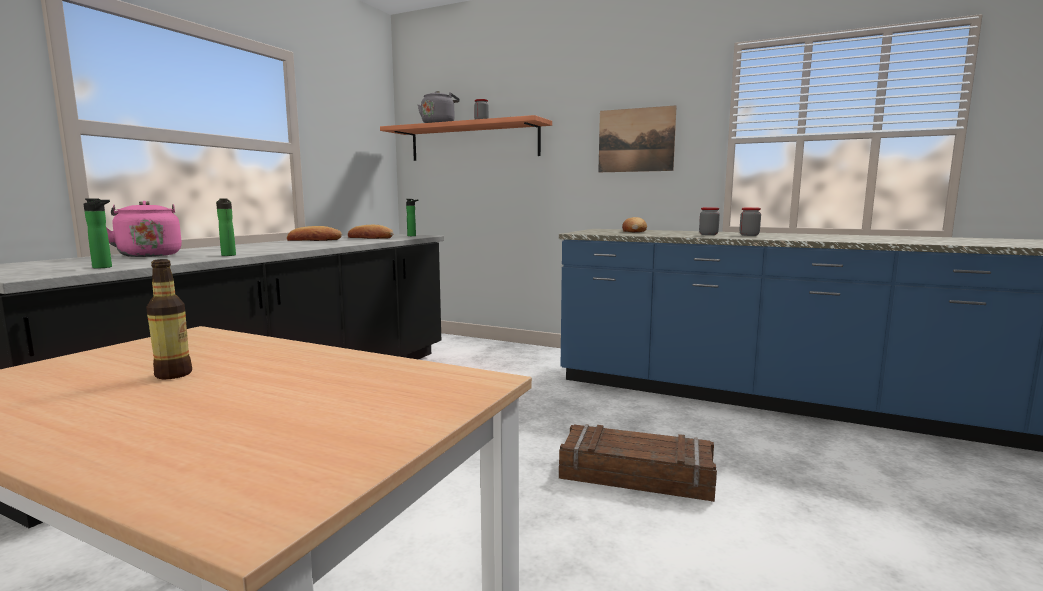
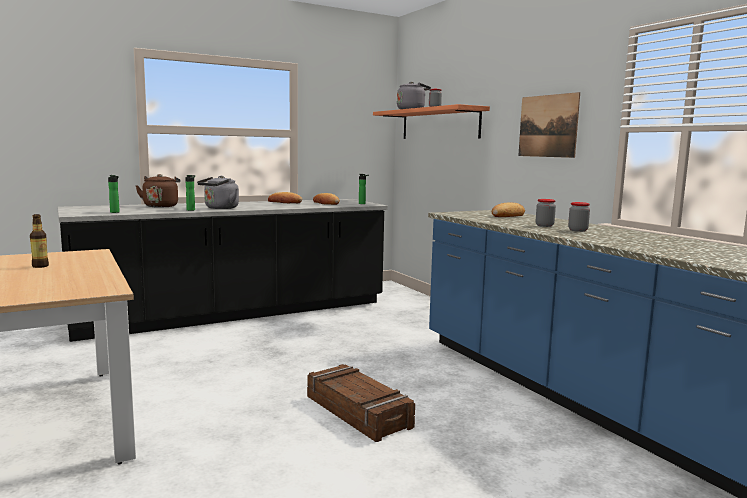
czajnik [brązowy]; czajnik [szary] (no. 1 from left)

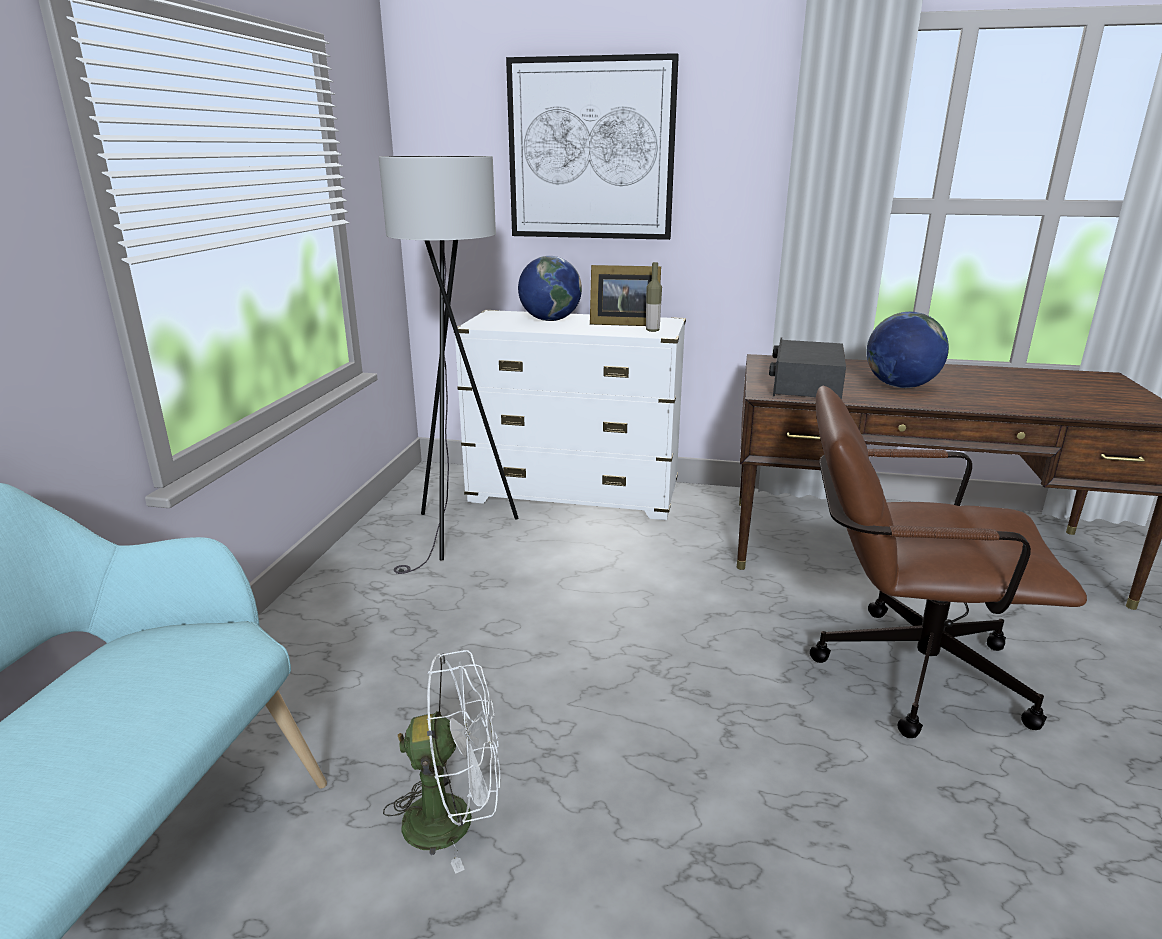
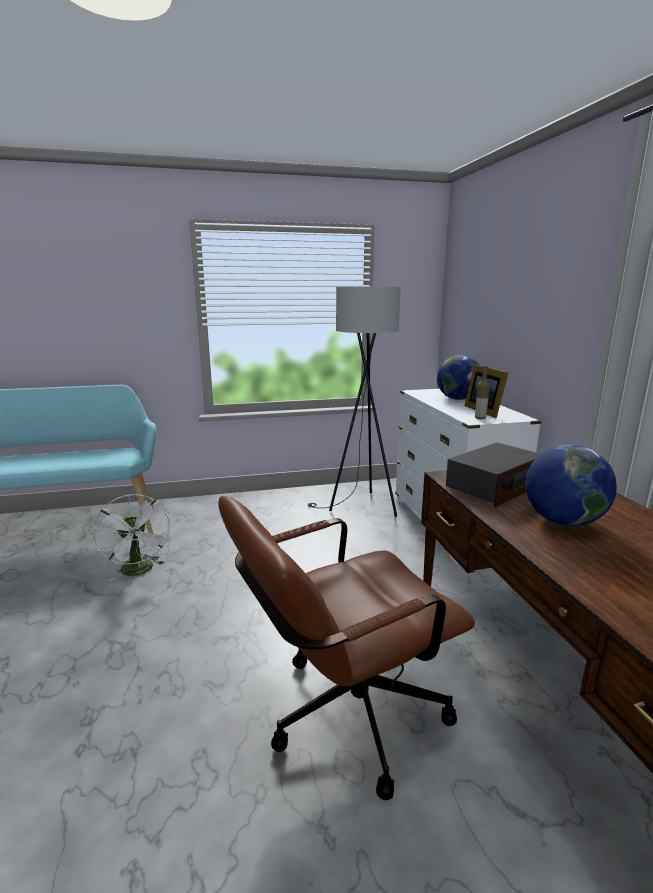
obraz; radio; krzesło biurowe [brązowy]

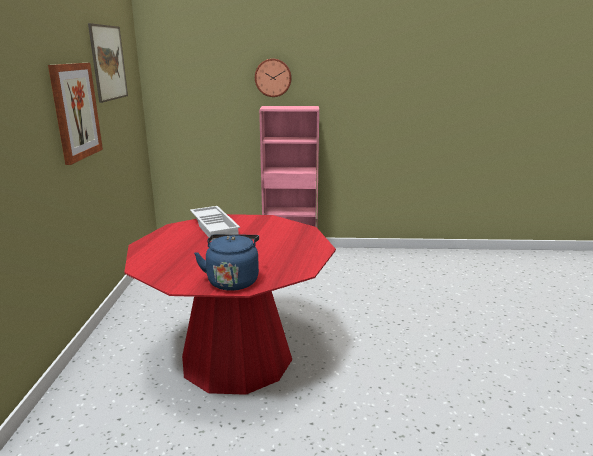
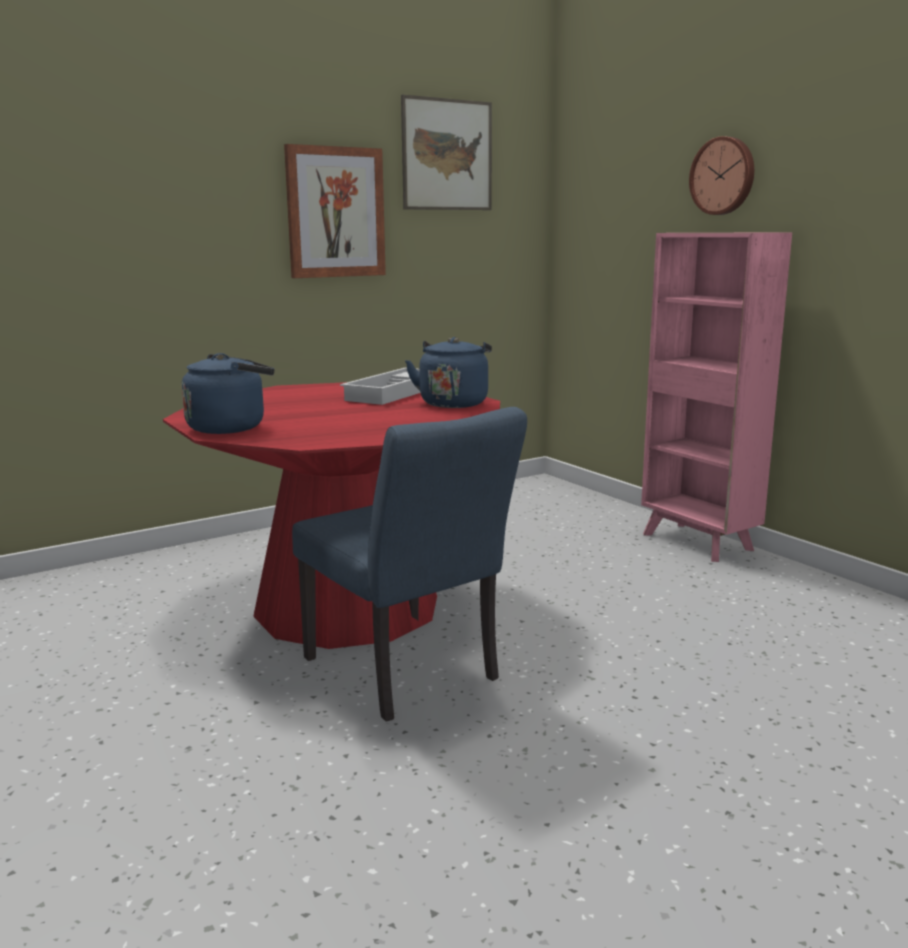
krzesło [niebieski]; czajnik [niebieski] (no. 2 from left)

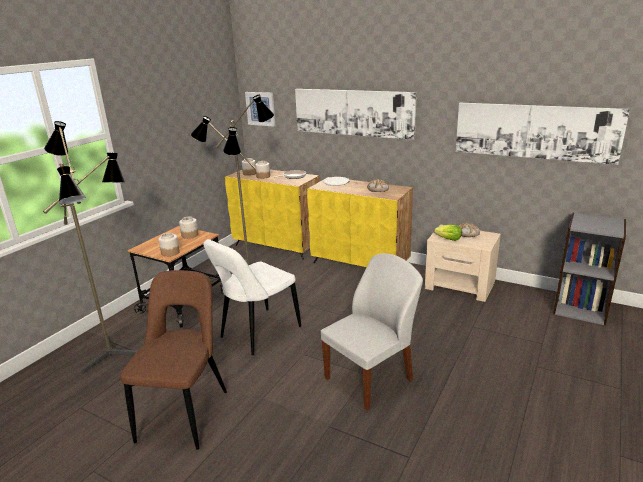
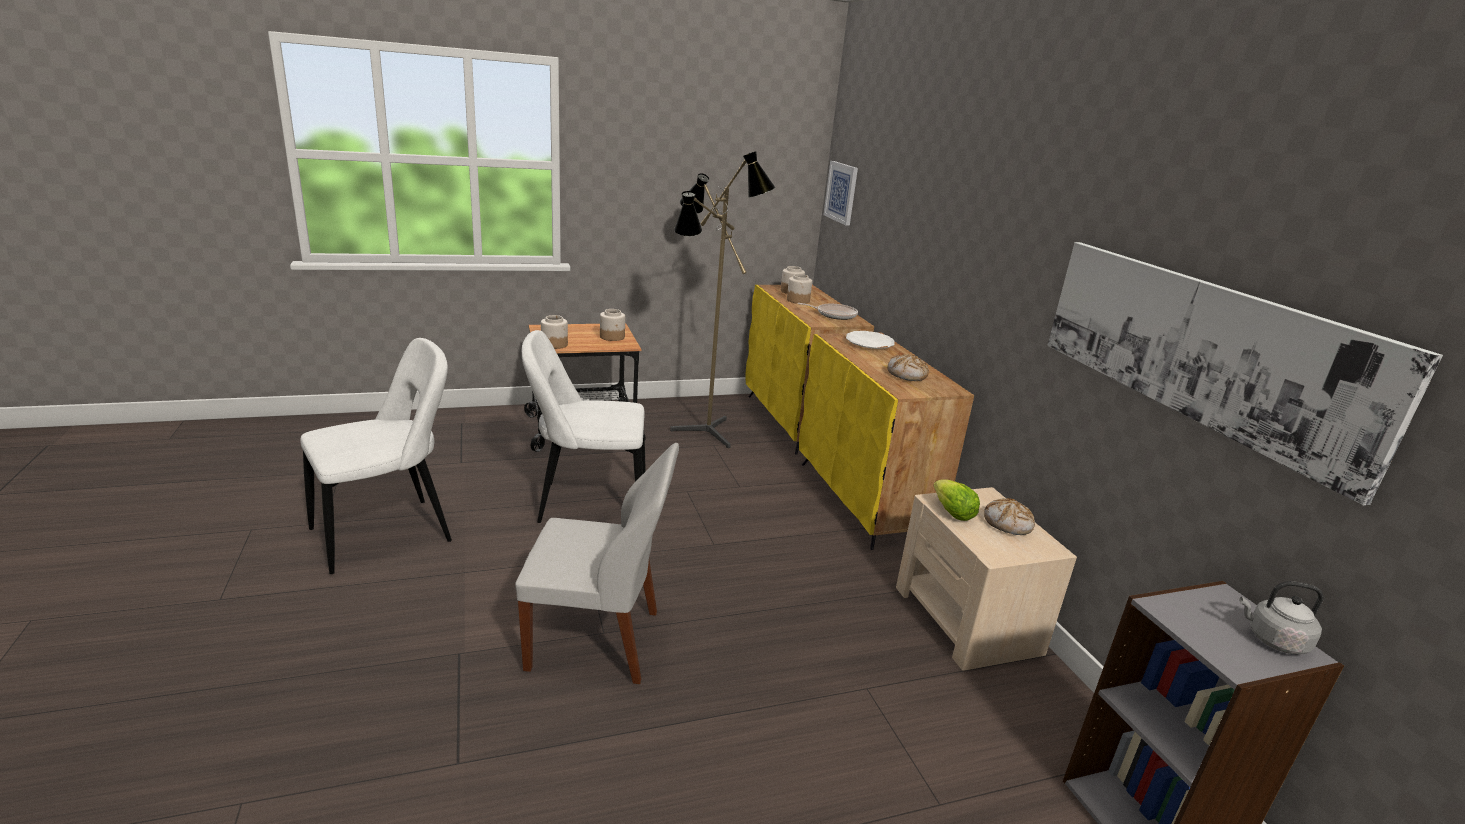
lampa stojąca (no. 1 from left in the first image); krzesło [biały] (no. 1 from left); obraz (no. 2 from left in the first image); czajnik [szary]

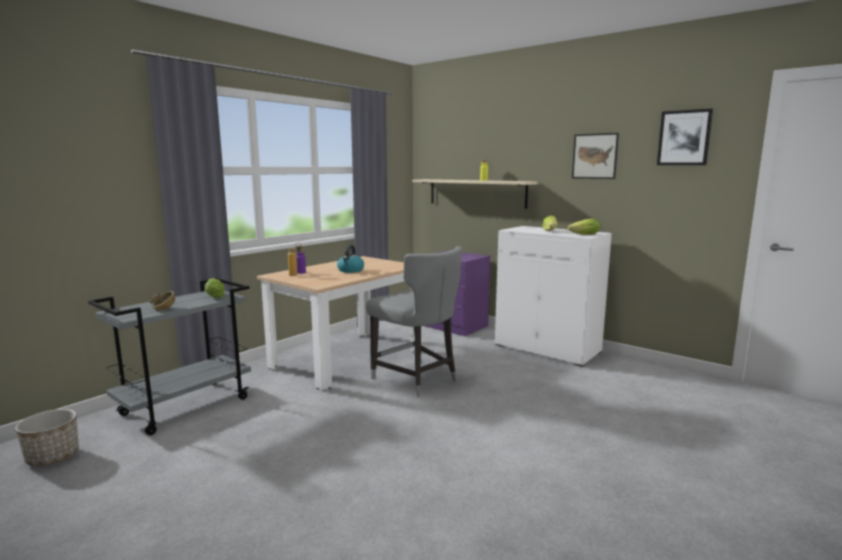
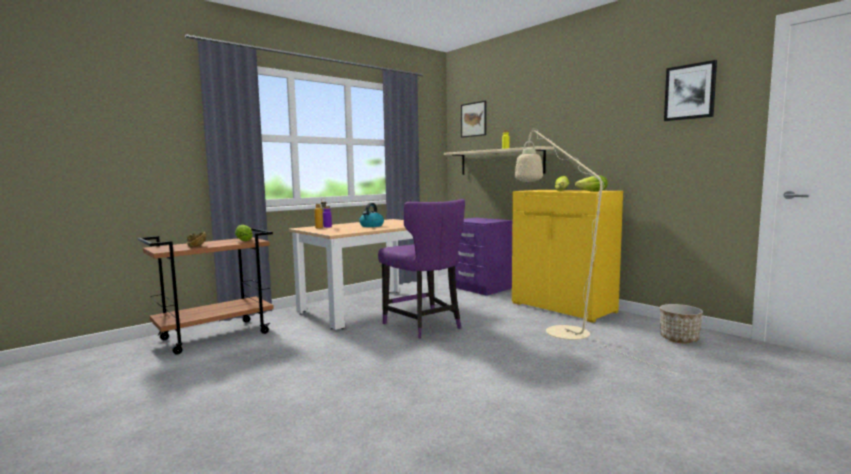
donica; wózek [brązowy]; krzesło [fioletowy]; szafka [żółty]; obraz (no. 1 from left); lampa stojąca [beżowy]

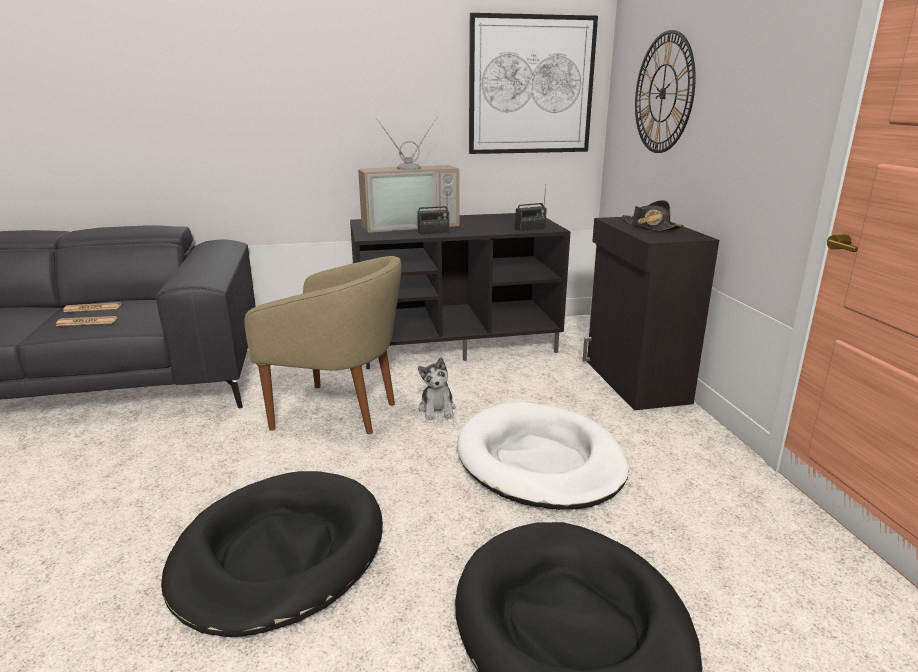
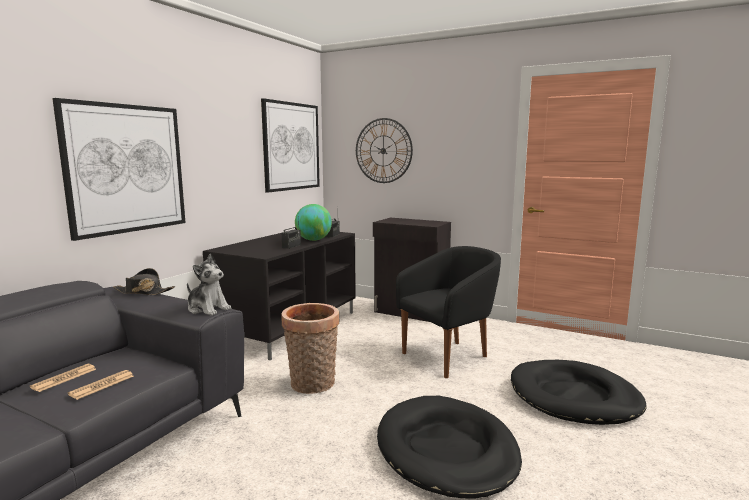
koszyk; telewizor; pluszak; fotel [czarny]; kapelusz [czarny]; obraz (no. 1 from left); globus

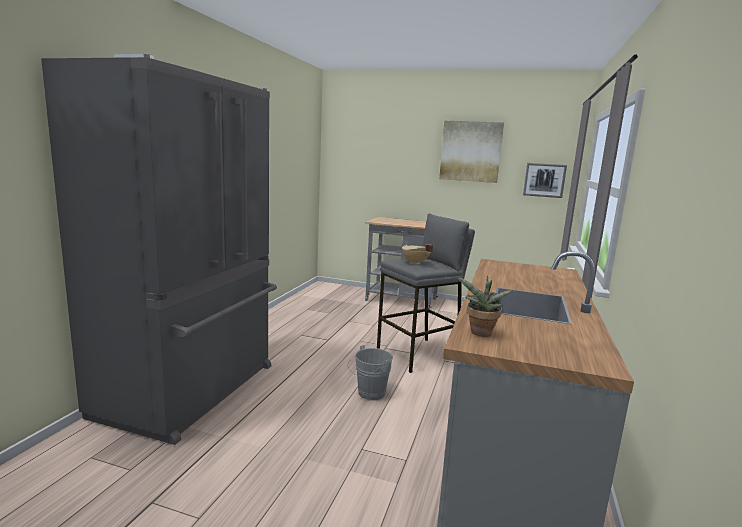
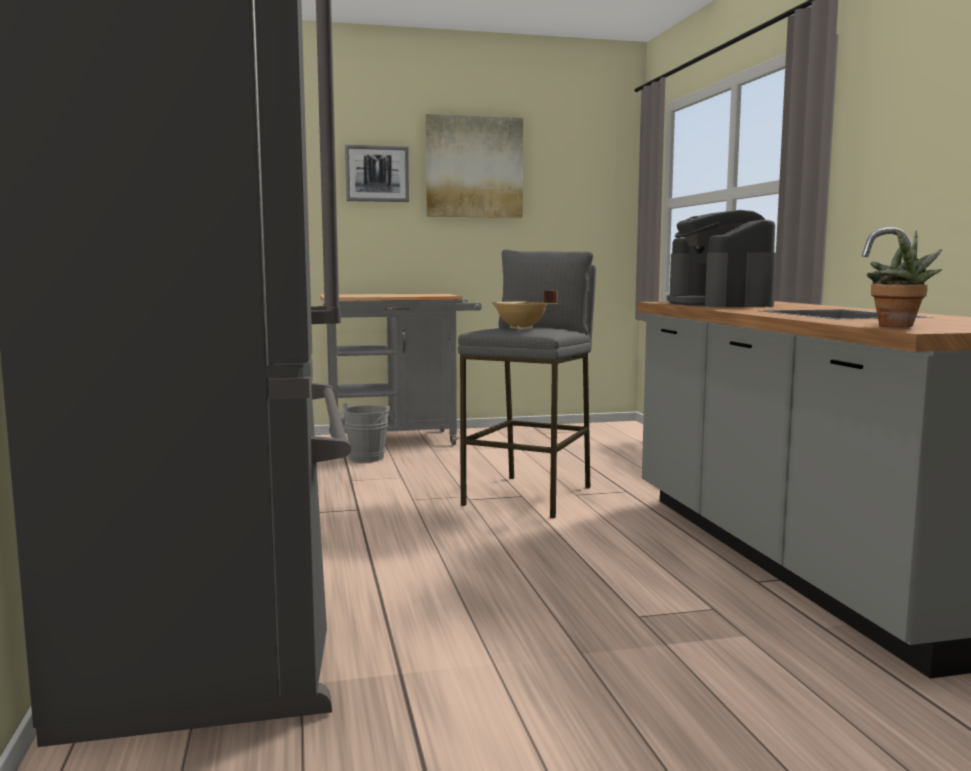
wiadro [szary]; obraz (no. 1 from left); ekspres do kawy

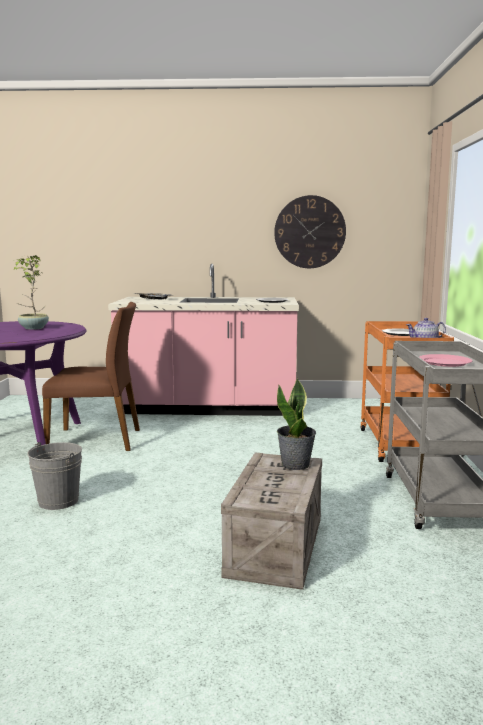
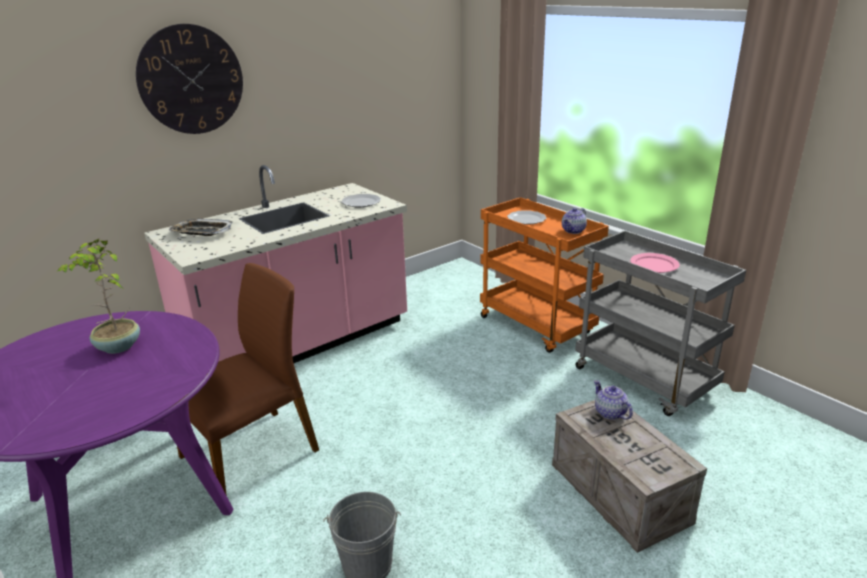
zegar ścienny; imbryk (no. 2 from left)

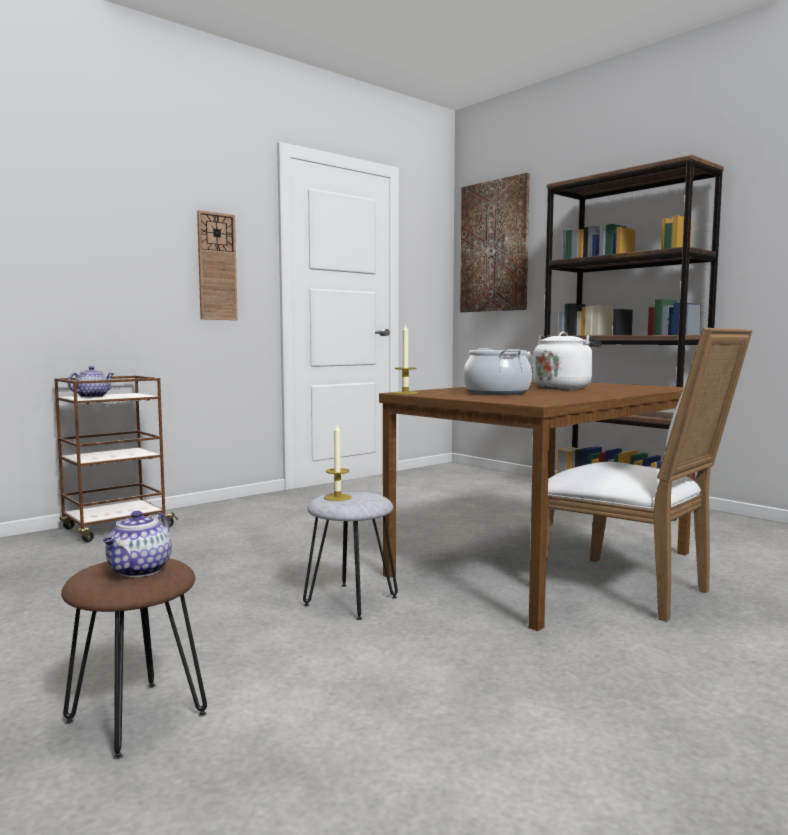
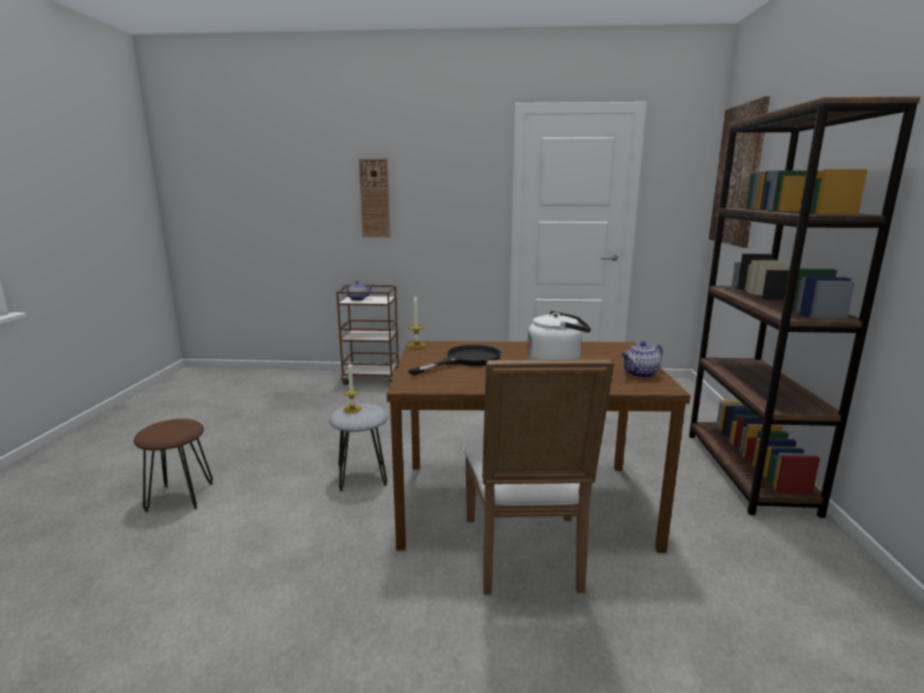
imbryk (no. 2 from left); zegar ścienny; patelnia [czarny]

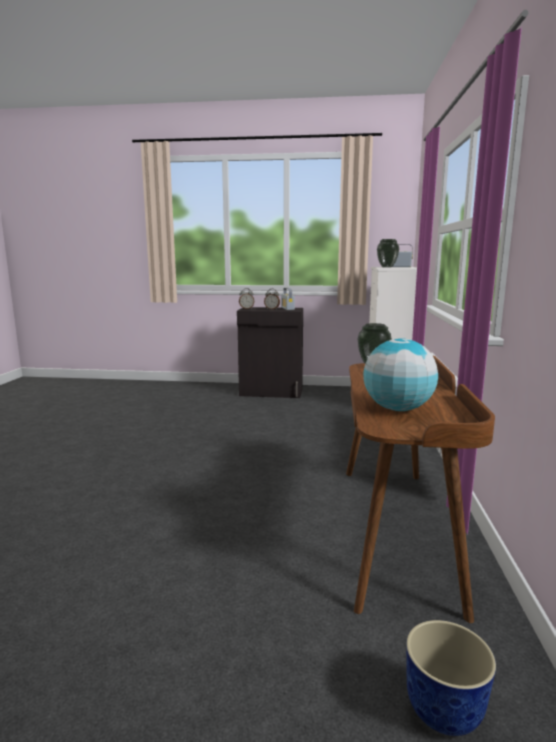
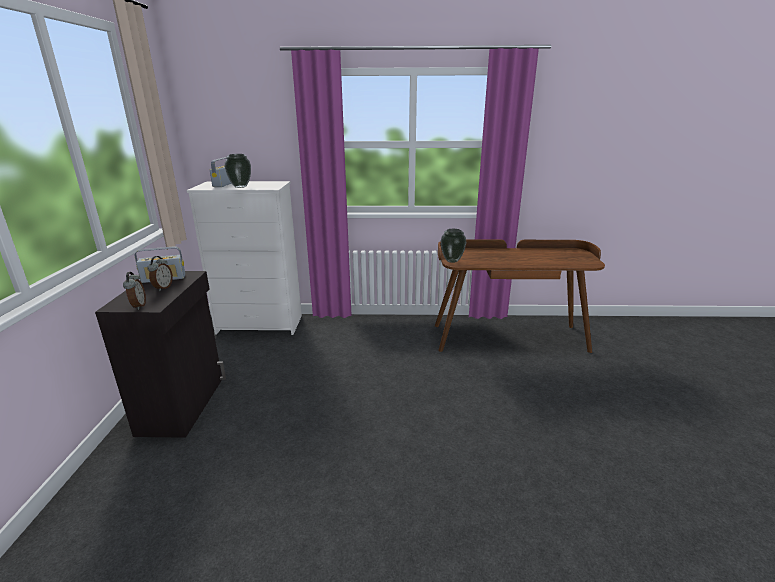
globus; donica

